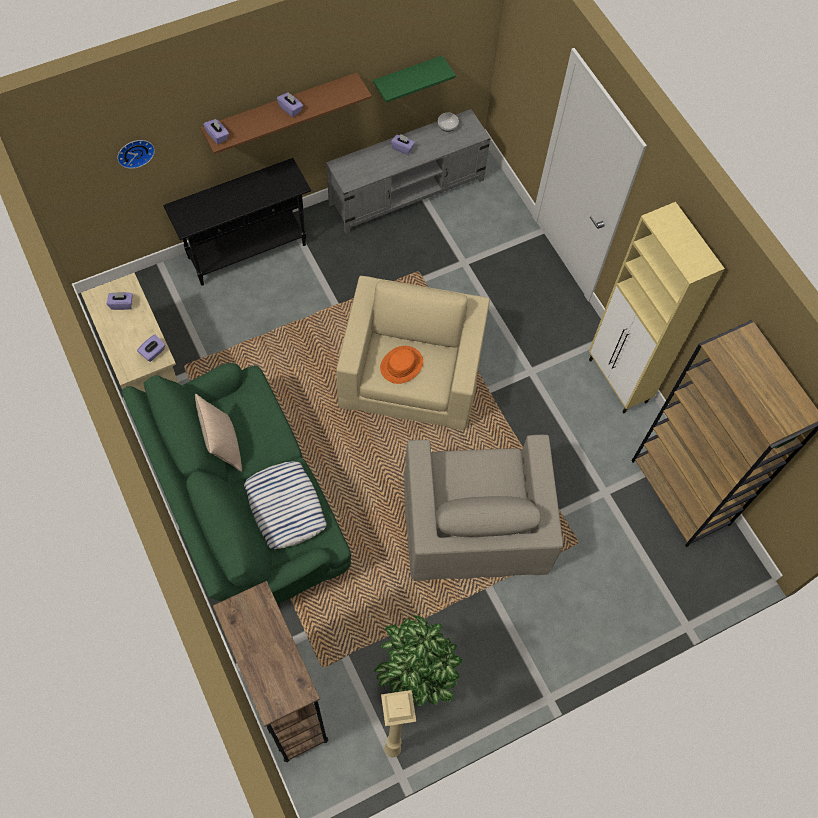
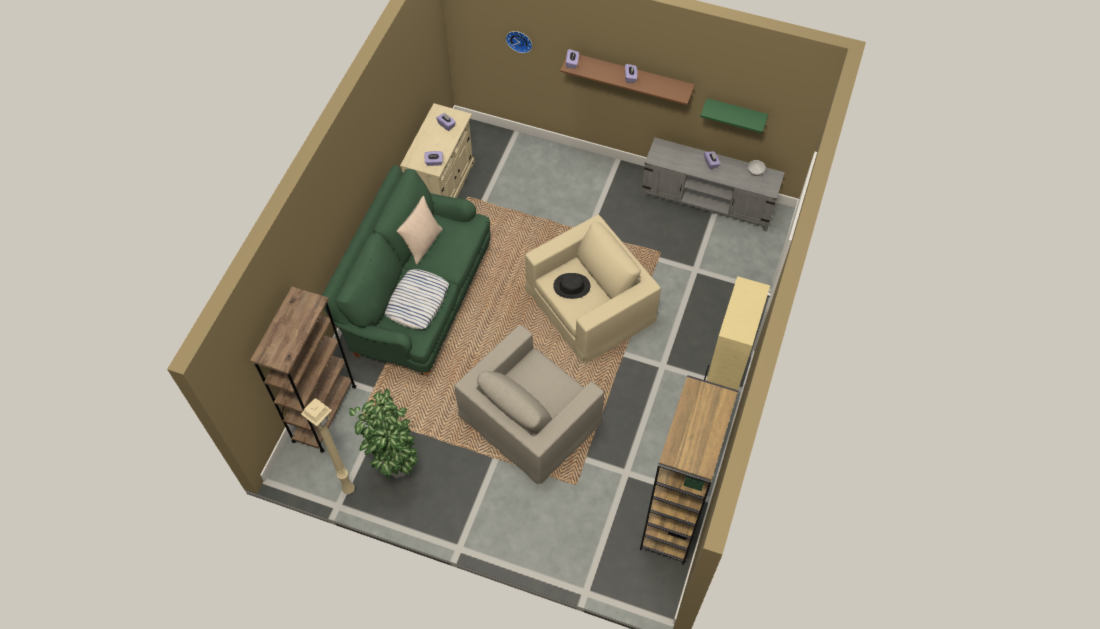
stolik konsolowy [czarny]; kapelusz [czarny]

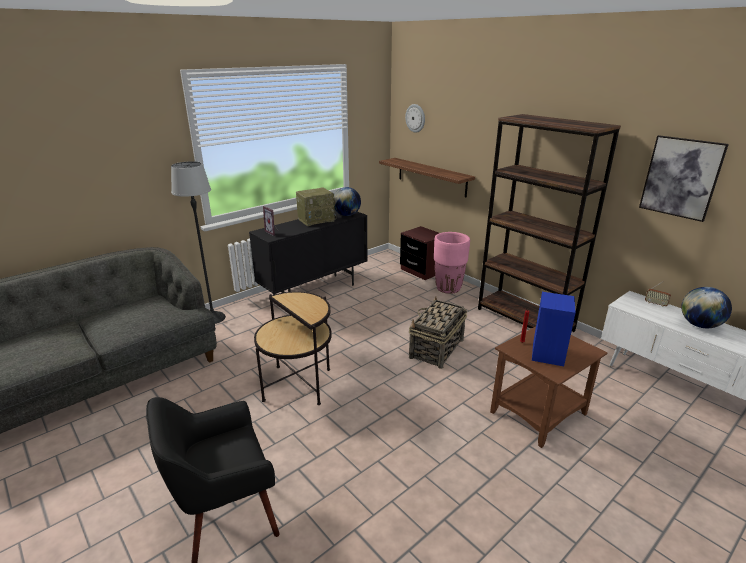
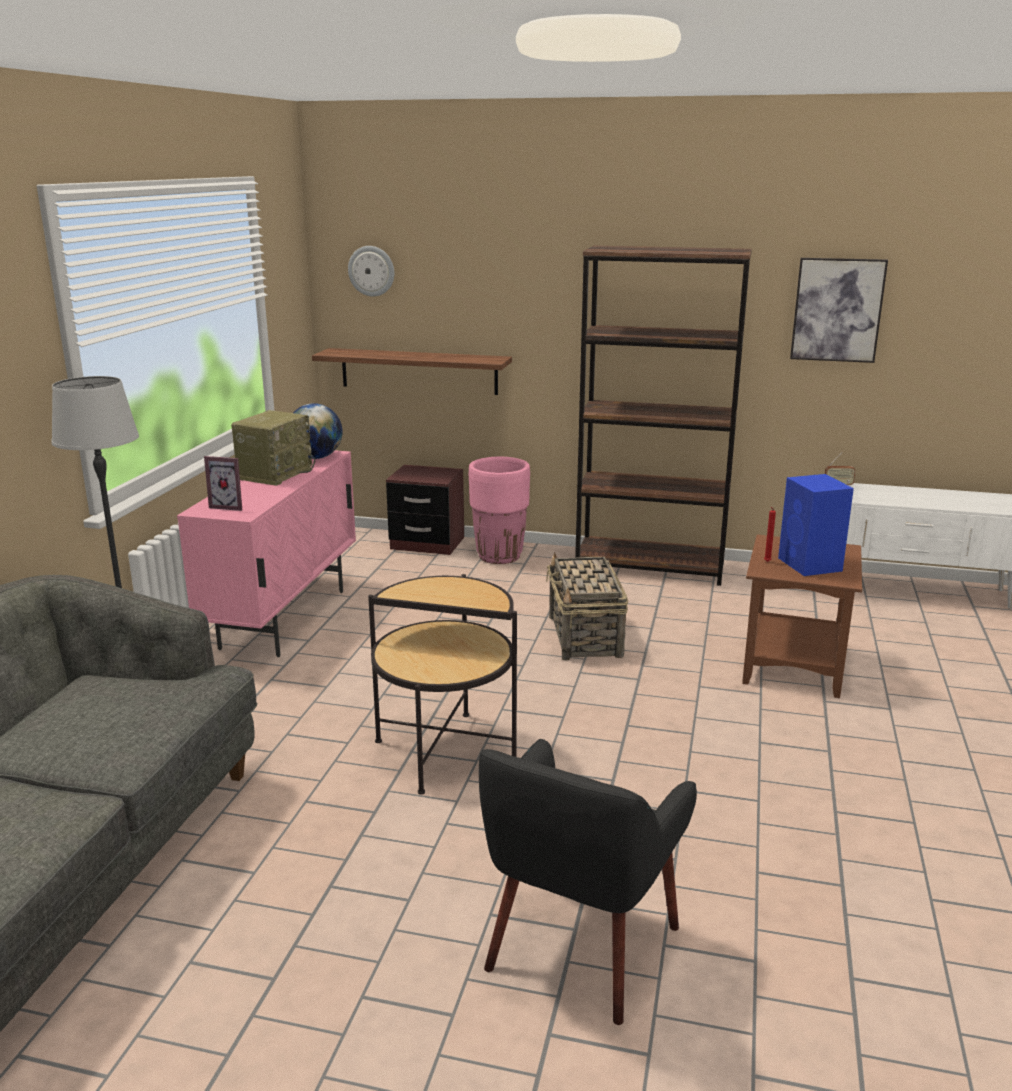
szafka [różowy]; globus (no. 2 from left in the first image)

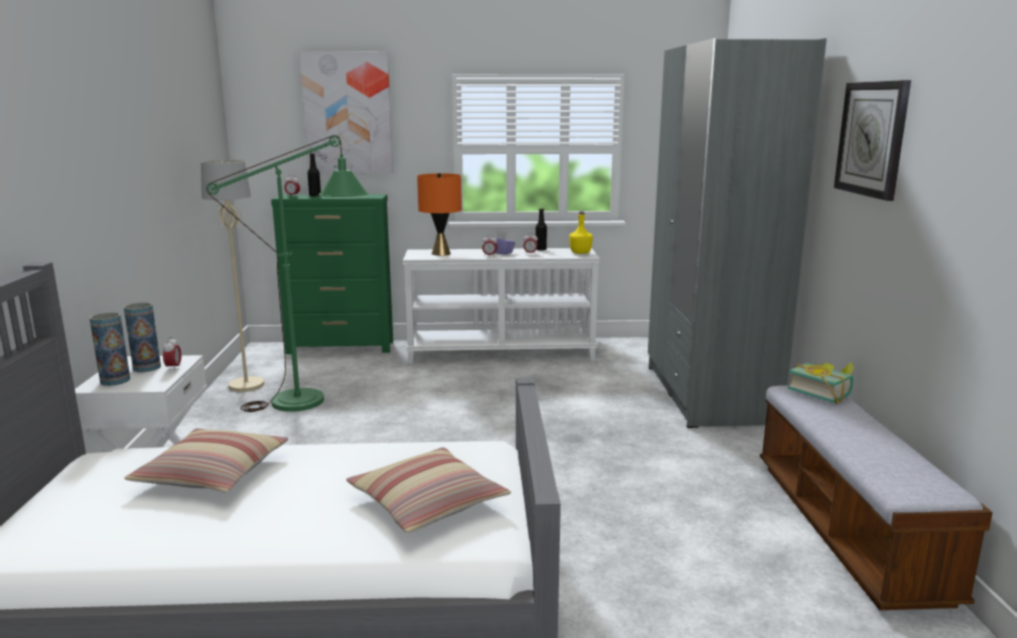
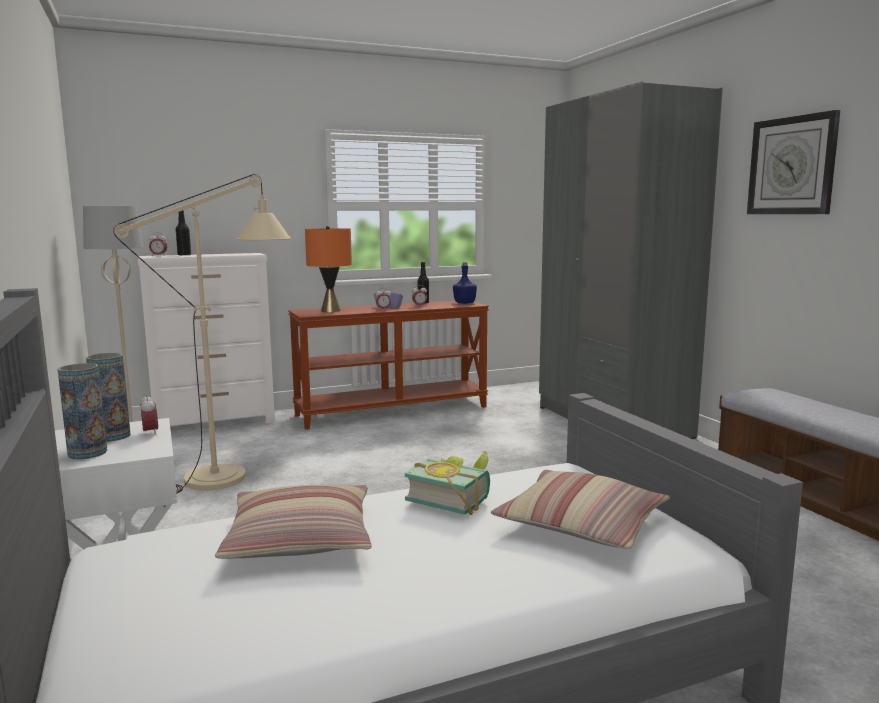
lampa stojąca [beżowy] (no. 2 from left); komoda [biały]; obraz; stolik konsolowy [brązowy]; butelka [niebieski]; książka

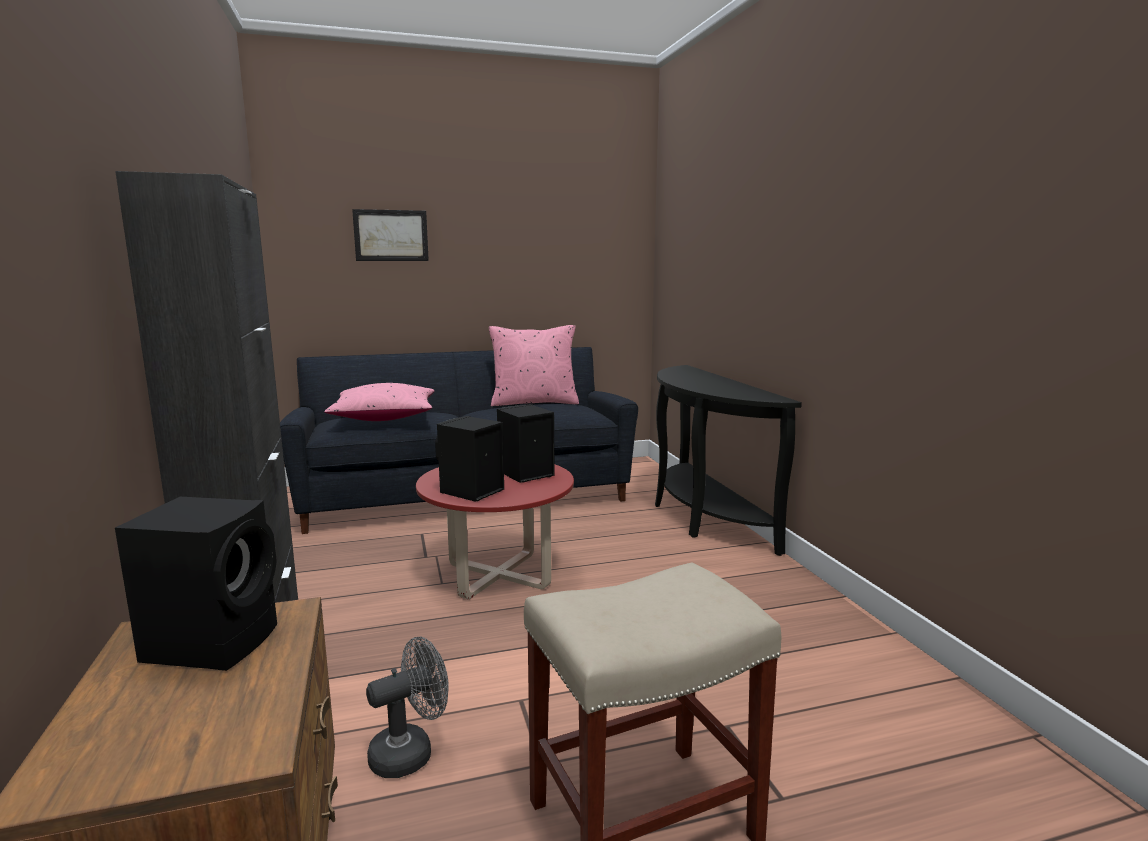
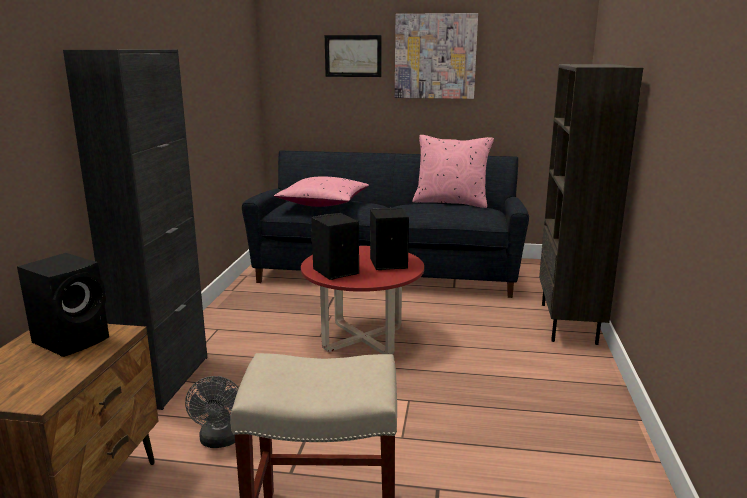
wentylator [szary]; regał [brązowy]; obraz (no. 2 from left)

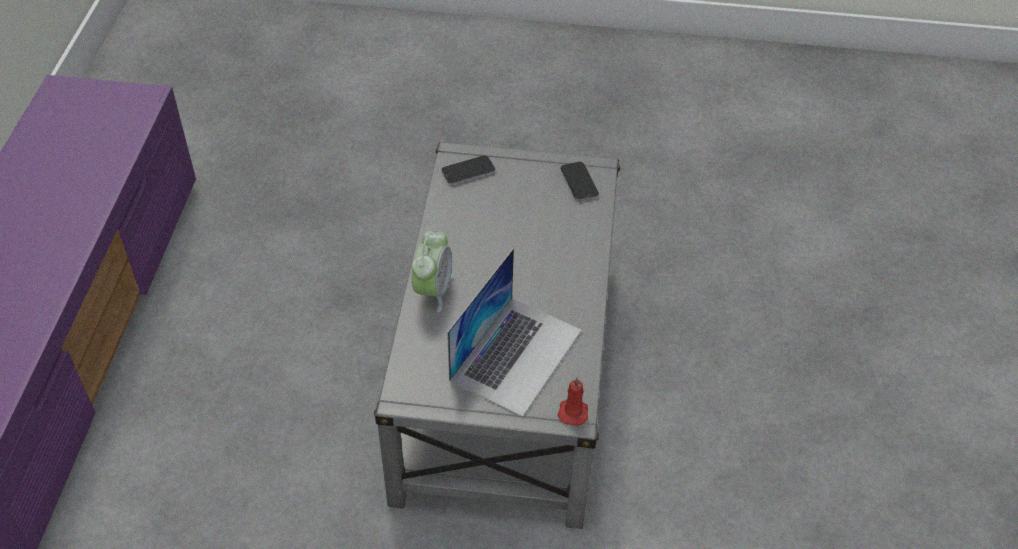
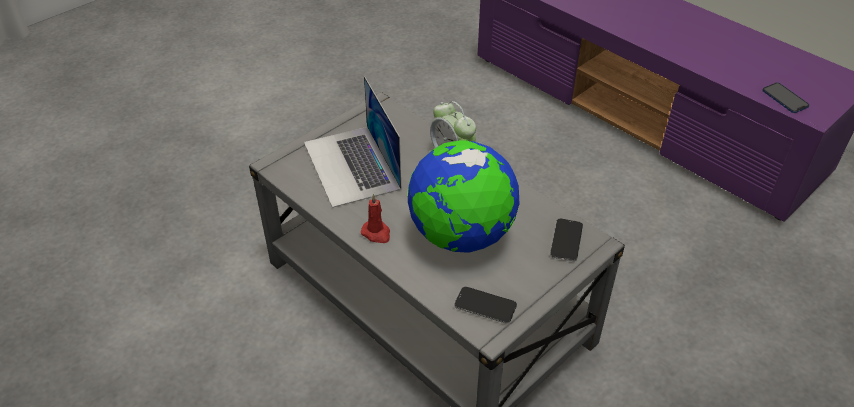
świeca [czerwony]; globus; telefon (no. 3 from left)

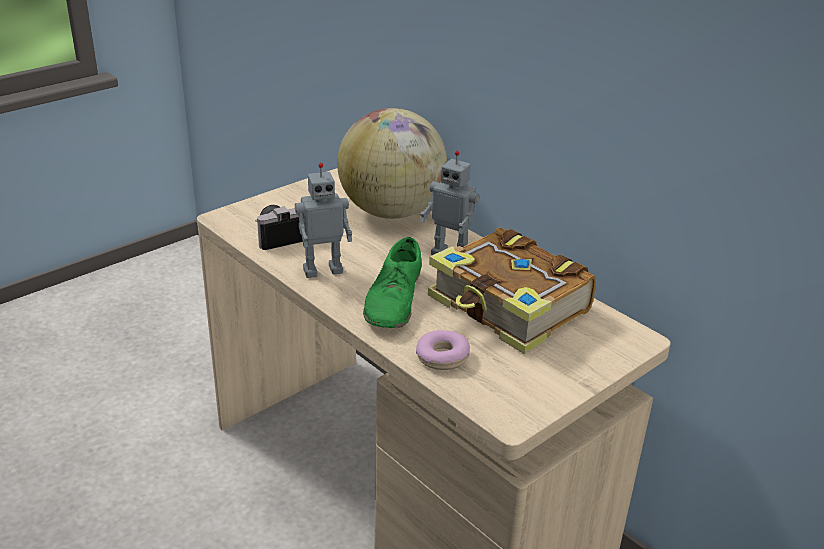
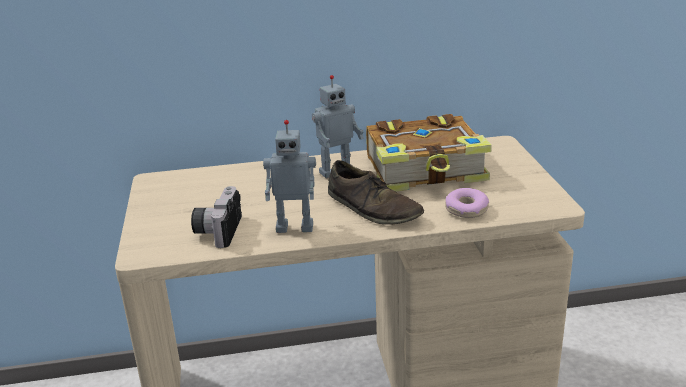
robot zabawkowy (no. 1 from left); globus; but [brązowy]

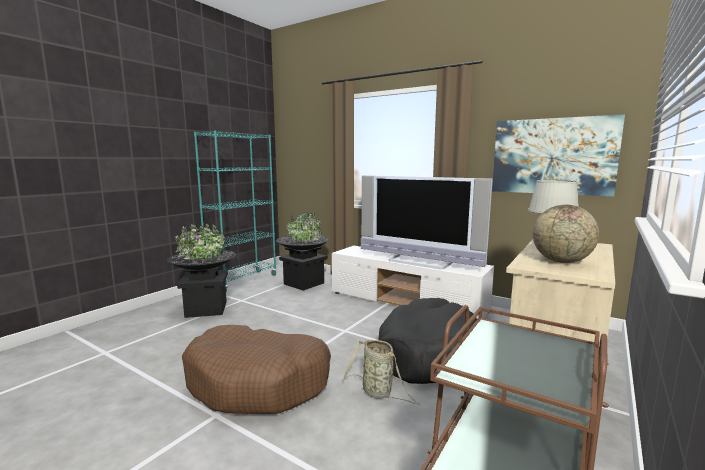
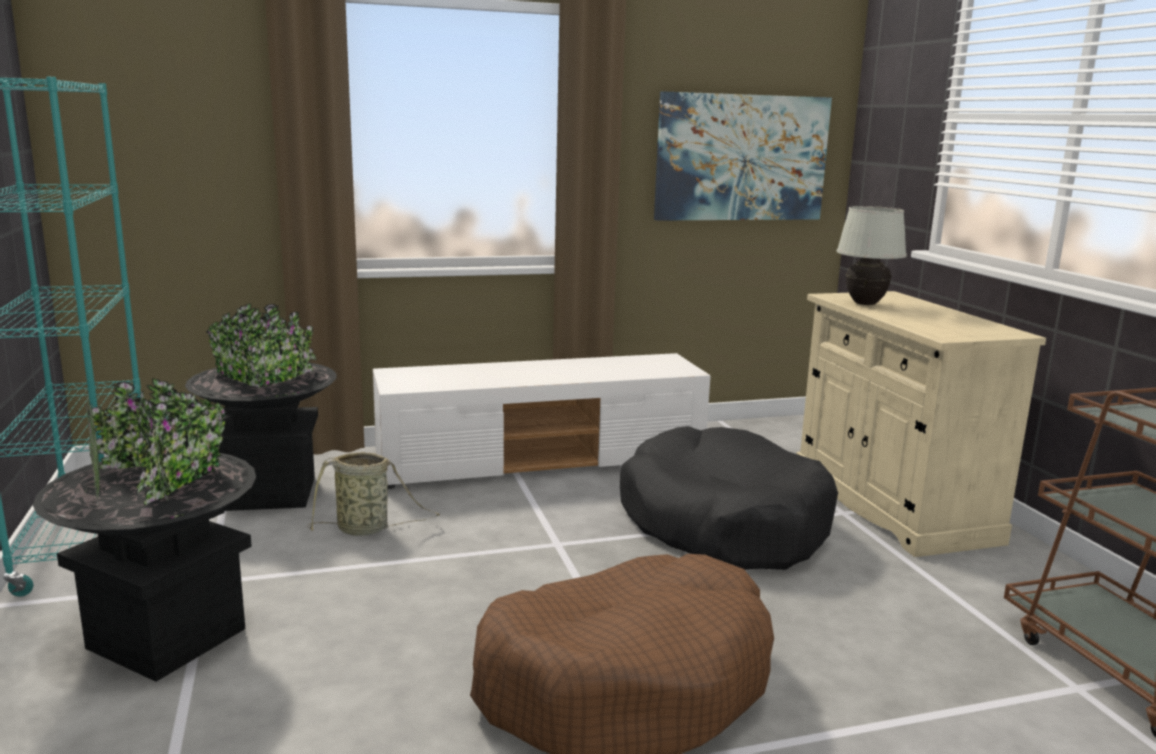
koszyk; telewizor; globus

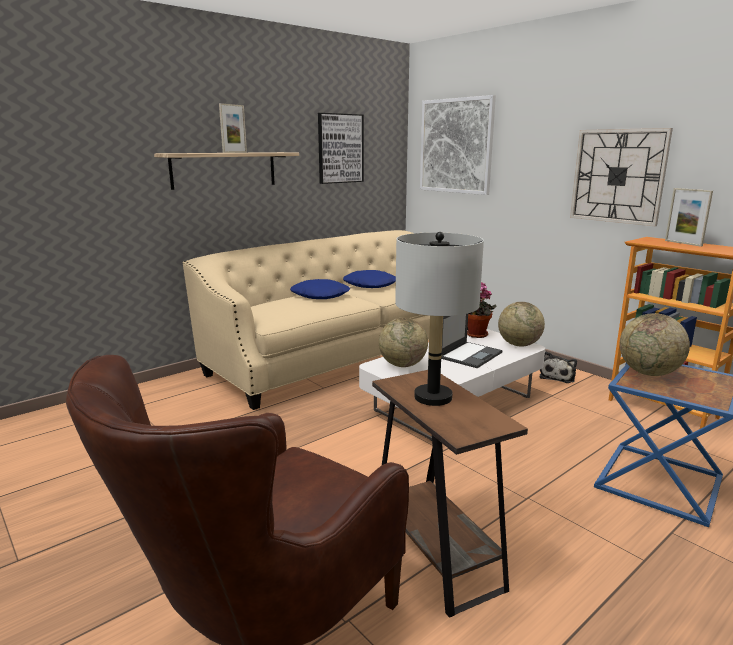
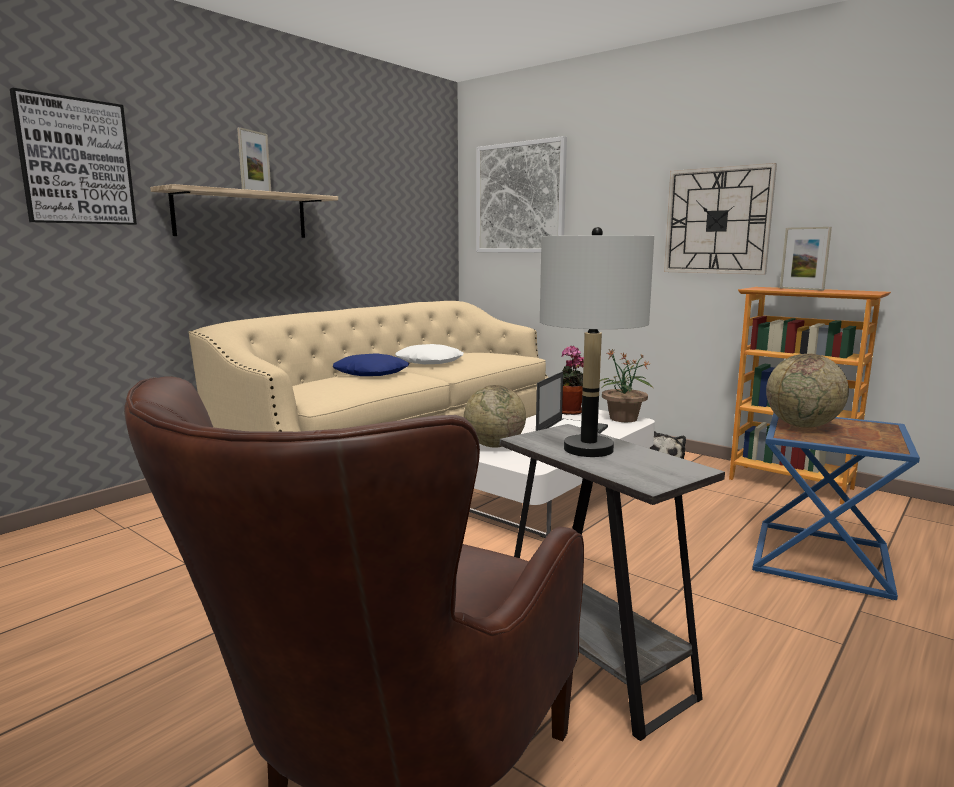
obraz (no. 1 from left); poduszka [biały]; stolik [szary]; roślina doniczkowa (no. 2 from left)

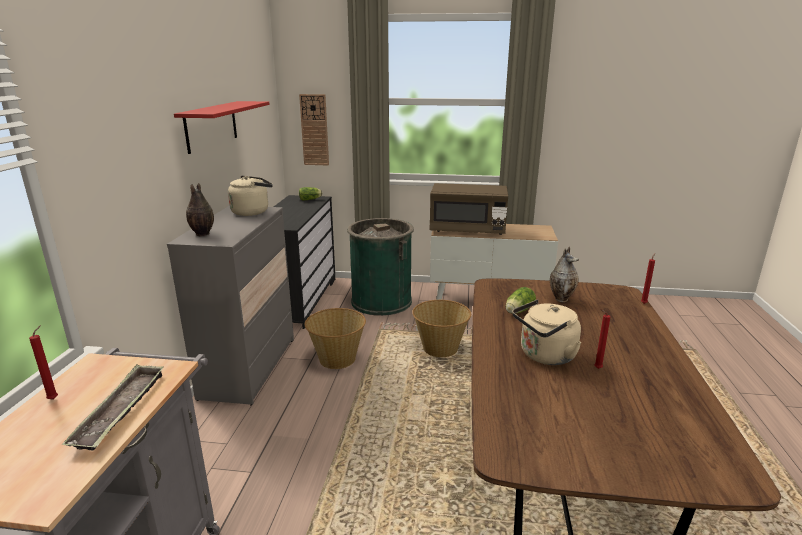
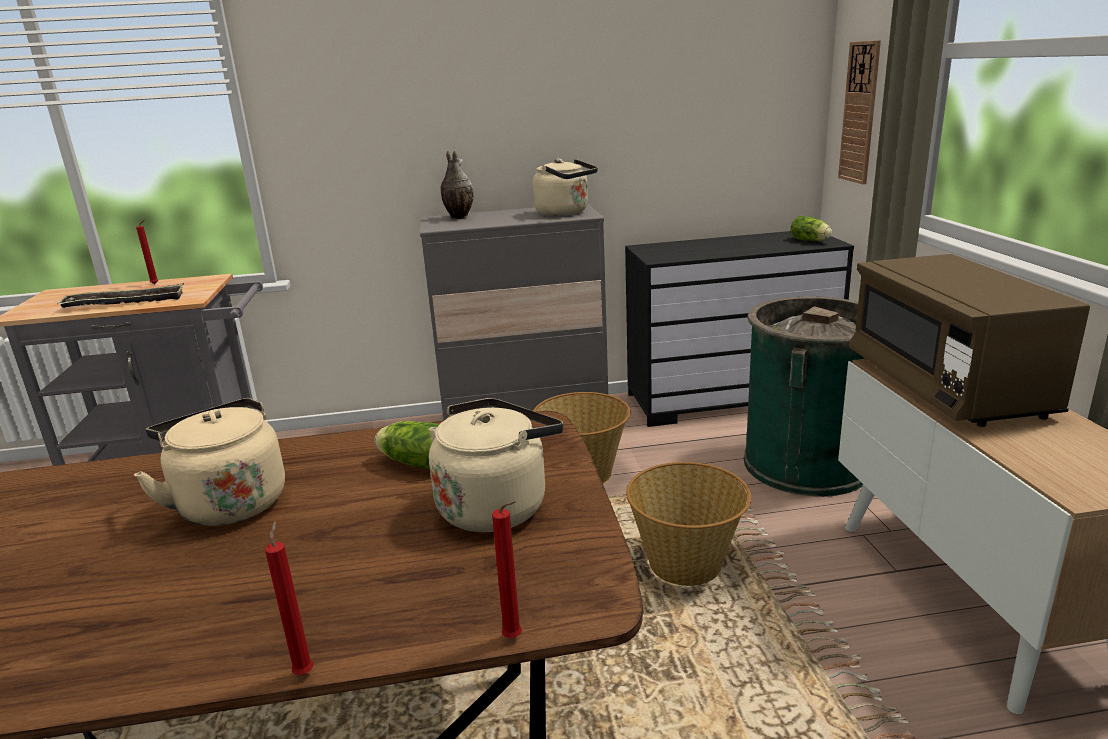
półka [czerwony]; czajnik [beżowy] (no. 2 from left); świeca [czerwony] (no. 2 from left)

